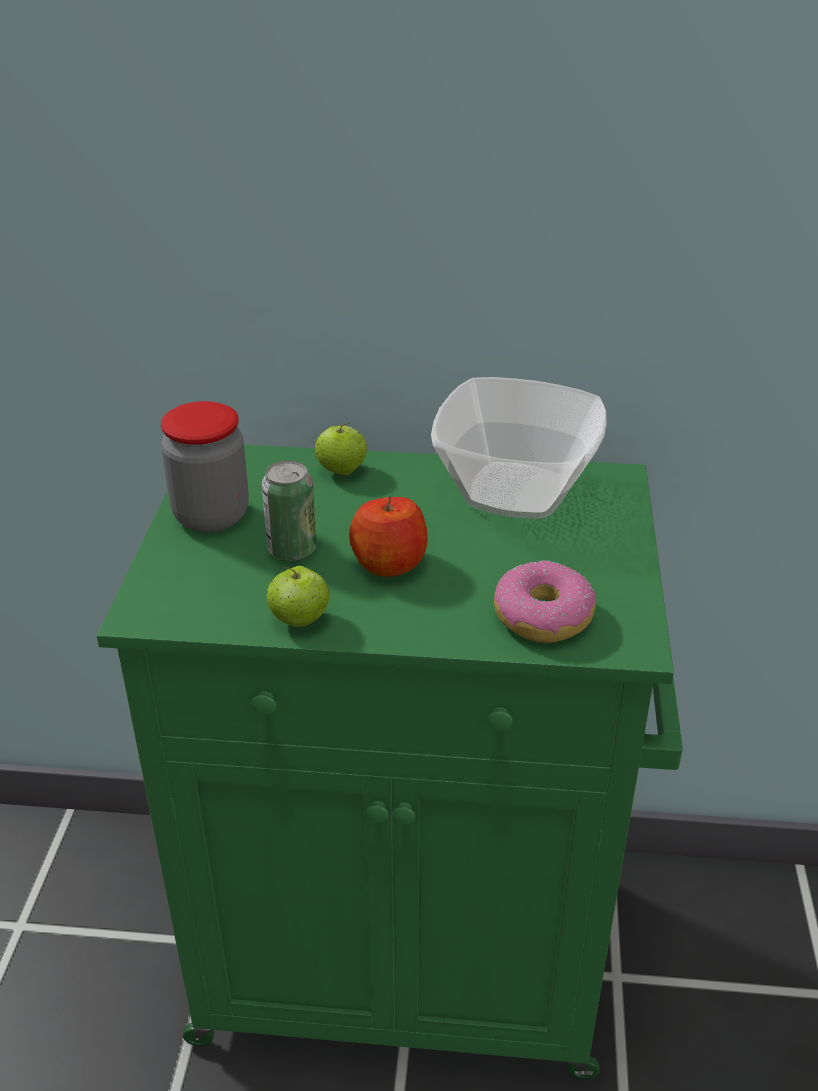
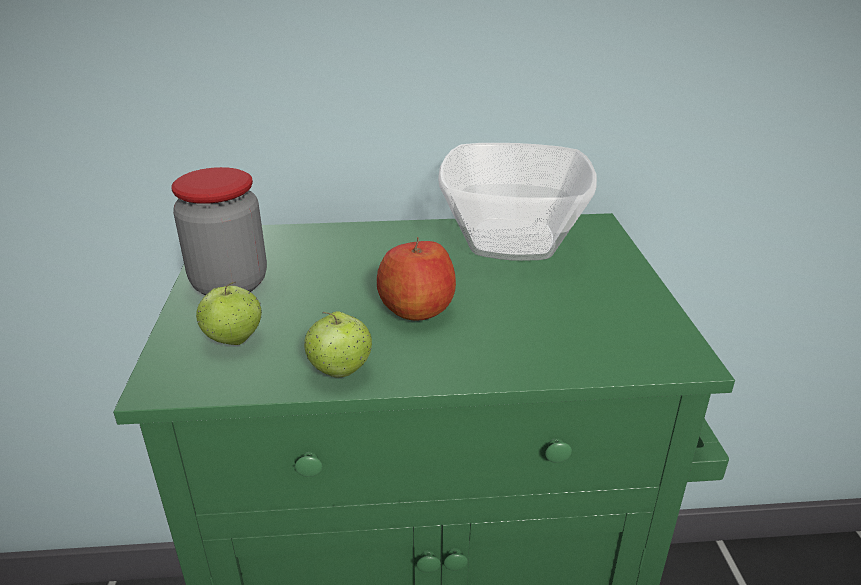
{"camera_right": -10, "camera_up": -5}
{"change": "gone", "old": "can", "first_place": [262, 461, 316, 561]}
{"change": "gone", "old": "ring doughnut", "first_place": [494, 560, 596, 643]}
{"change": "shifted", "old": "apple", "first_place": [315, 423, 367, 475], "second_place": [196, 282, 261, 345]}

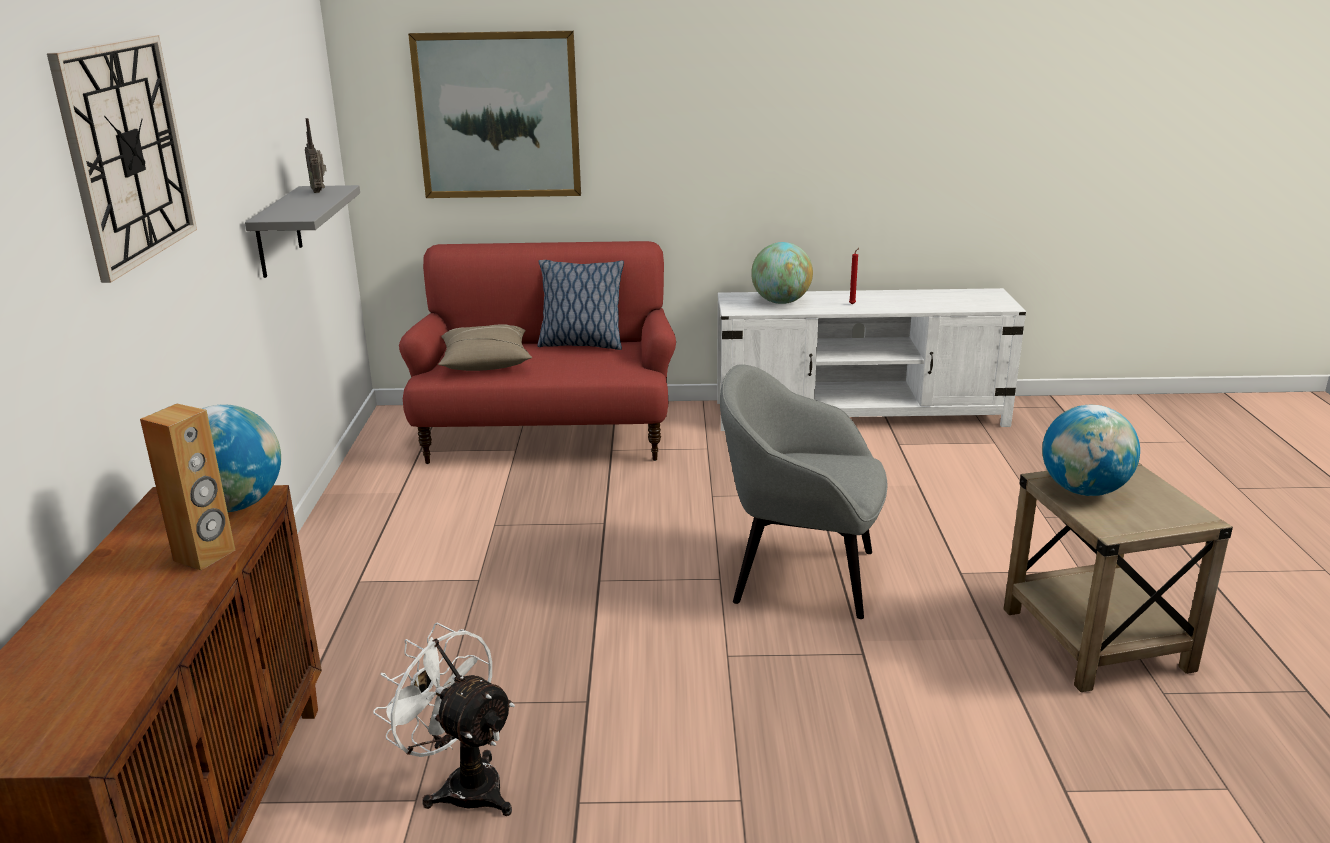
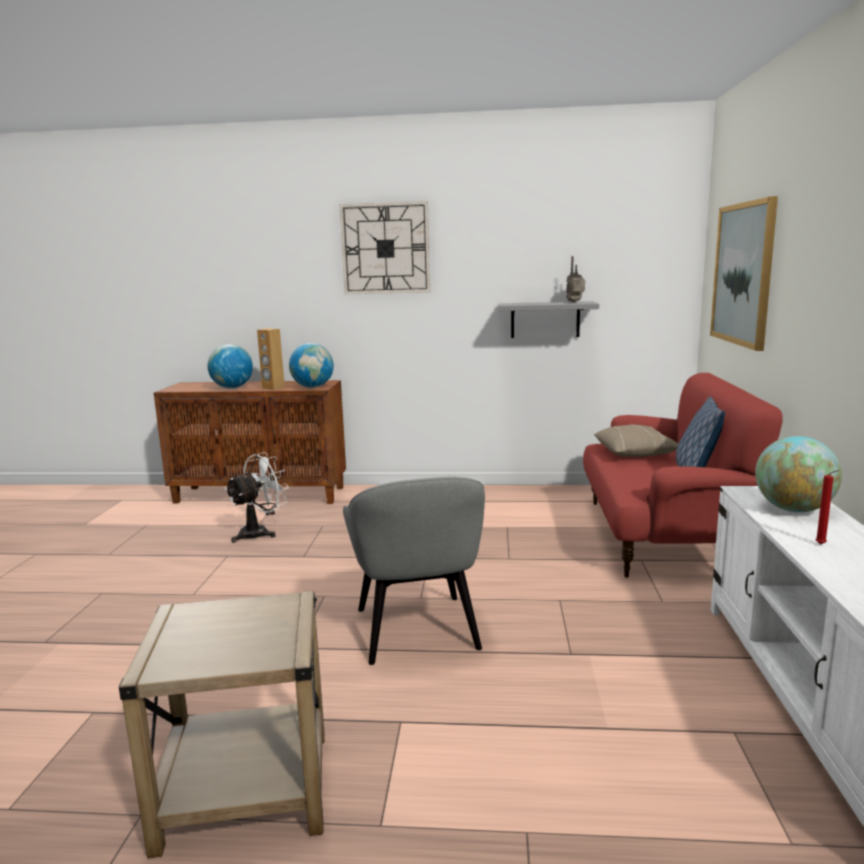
{"camera_right": 95, "camera_up": -10}
{"change": "shifted", "old": "desk globe", "first_place": [1042, 405, 1140, 496], "second_place": [207, 344, 253, 388]}
{"change": "rotated", "old": "lounge chair/grey", "first_place": [720, 364, 887, 619], "second_place": [343, 477, 485, 665], "degrees": 150}

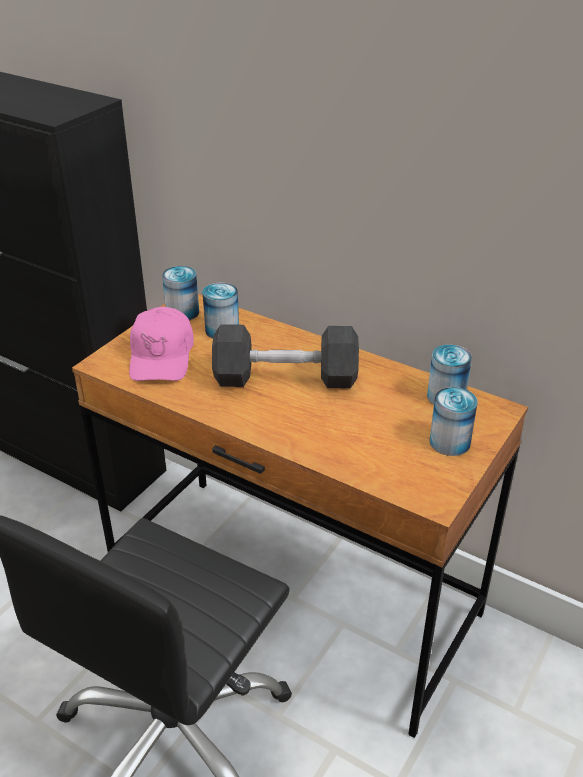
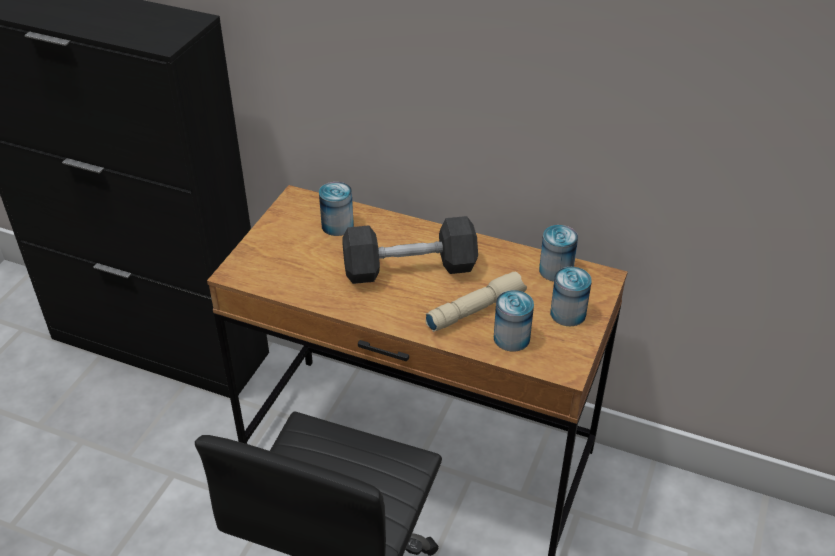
{"camera_right": -10, "camera_up": 5}
{"change": "gone", "old": "cap/pink", "first_place": [129, 307, 194, 381]}
{"change": "new", "new": "torch/sand-coloured", "second_place": [425, 272, 527, 332]}
{"change": "shifted", "old": "can", "first_place": [162, 266, 199, 320], "second_place": [494, 290, 534, 352]}

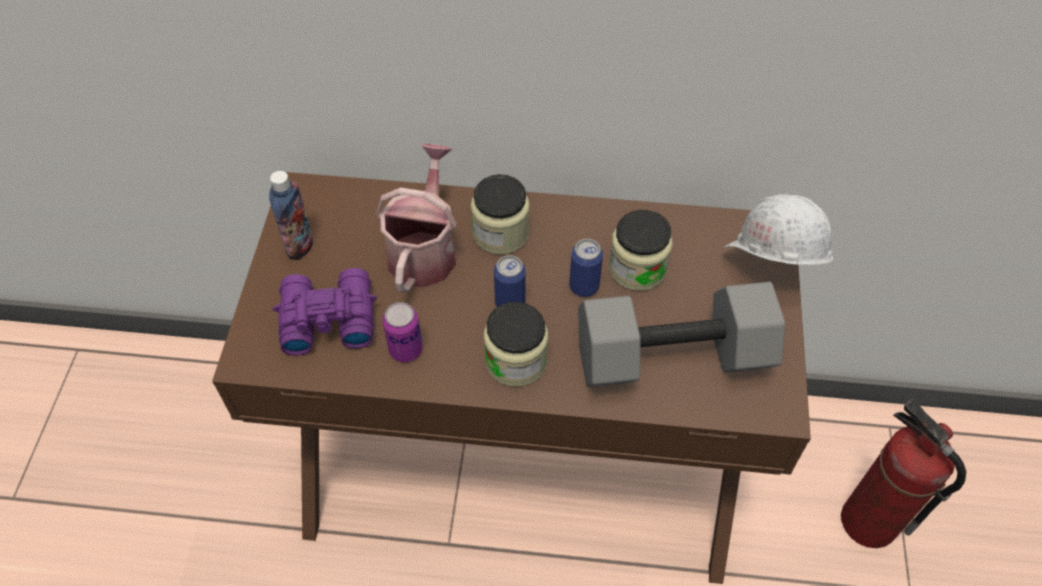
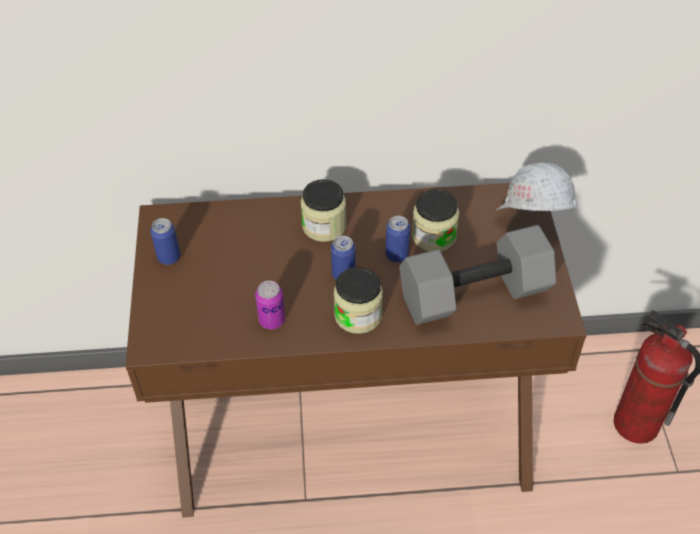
{"camera_right": -10, "camera_up": -5}
{"change": "gone", "old": "binoculars/purple-coloured", "first_place": [273, 268, 377, 356]}
{"change": "gone", "old": "watering pot", "first_place": [376, 144, 457, 293]}
{"change": "swapped", "old": "drink bottle", "new": "can", "first_place": [269, 171, 313, 260], "second_place": [150, 218, 180, 265]}

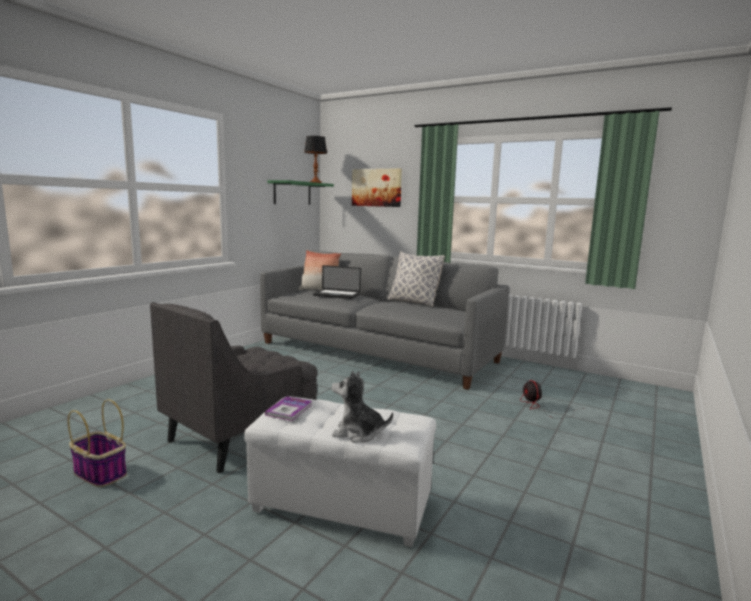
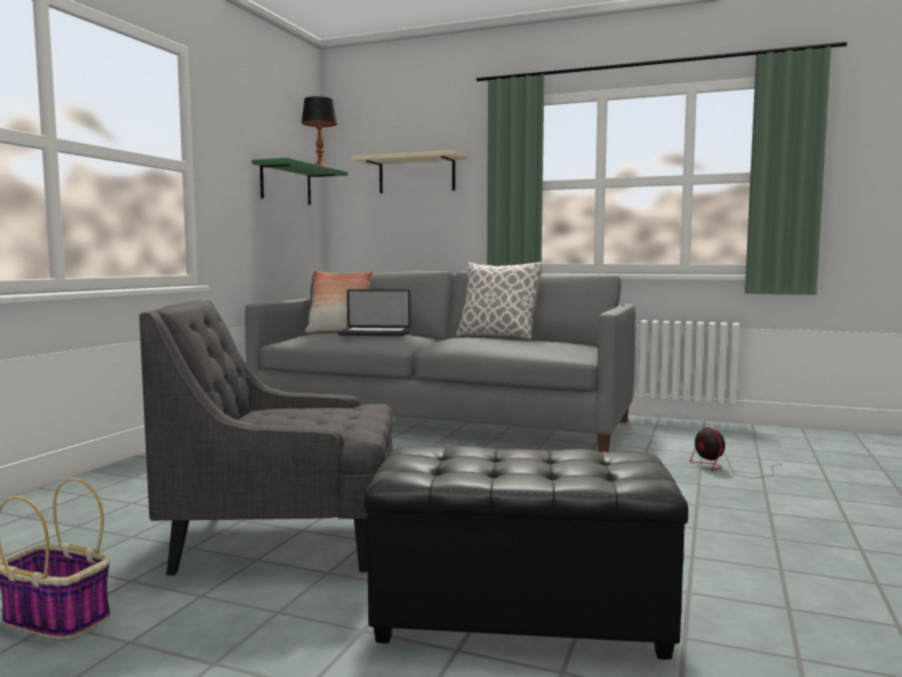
{"camera_right": -10, "camera_up": -5}
{"change": "gone", "old": "bound book", "first_place": [265, 396, 312, 421]}
{"change": "gone", "old": "plush toy", "first_place": [332, 371, 393, 443]}
{"change": "swapped", "old": "wall picture", "new": "wall shelf/sand-coloured", "first_place": [352, 168, 402, 207], "second_place": [351, 150, 467, 193]}
{"change": "repainted", "old": "ottoman/white-coloured", "new": "ottoman/black", "first_place": [244, 396, 436, 547], "second_place": [364, 446, 688, 660]}
{"change": "rotated", "old": "lounge chair/grey", "first_place": [150, 302, 317, 473], "second_place": [139, 301, 394, 575], "degrees": 60}

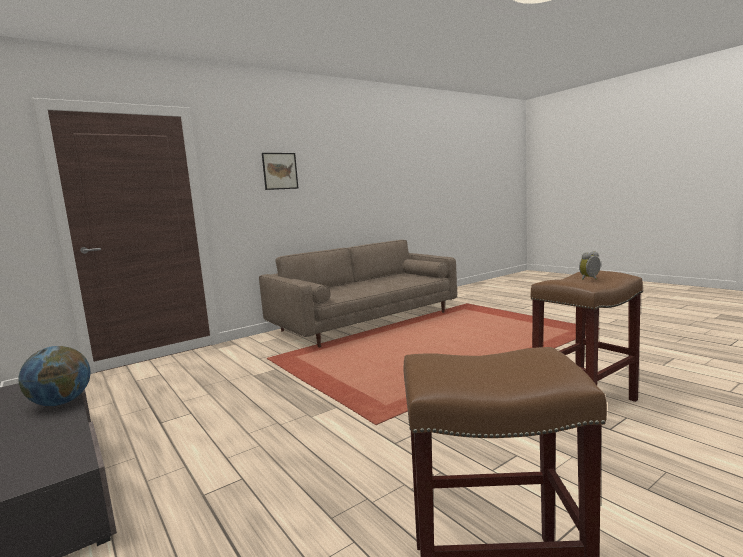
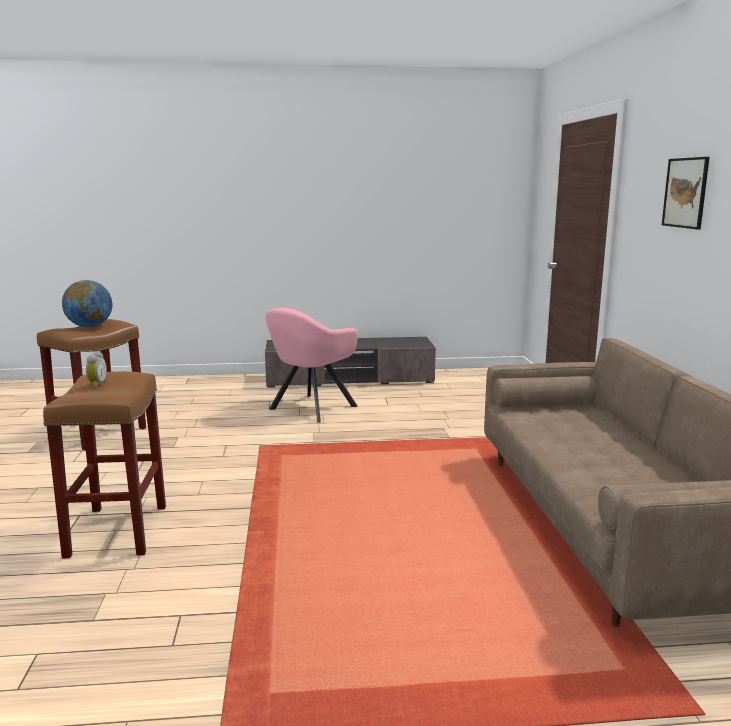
{"camera_right": 120, "camera_up": 5}
{"change": "new", "new": "lounge chair/pink", "second_place": [266, 308, 358, 423]}
{"change": "shifted", "old": "desk globe", "first_place": [18, 346, 90, 406], "second_place": [62, 280, 112, 327]}

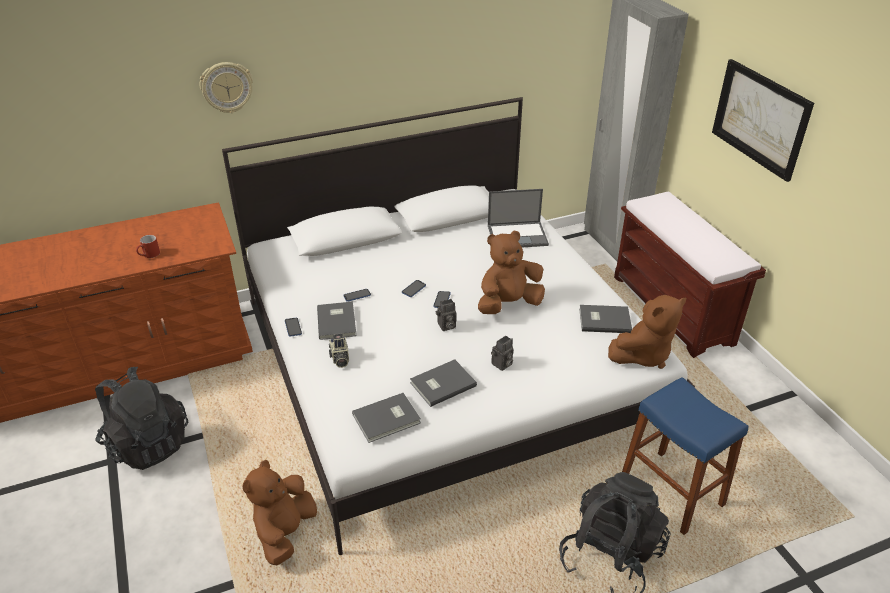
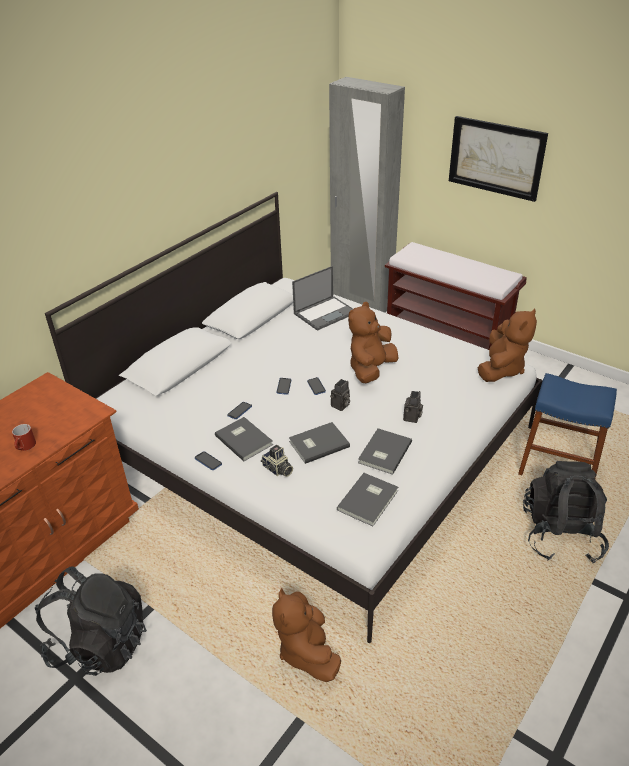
{"camera_right": -30, "camera_up": 0}
{"change": "gone", "old": "wall clock", "first_place": [200, 62, 253, 113]}
{"change": "shifted", "old": "bound book/grey", "first_place": [579, 305, 632, 333], "second_place": [289, 422, 350, 464]}

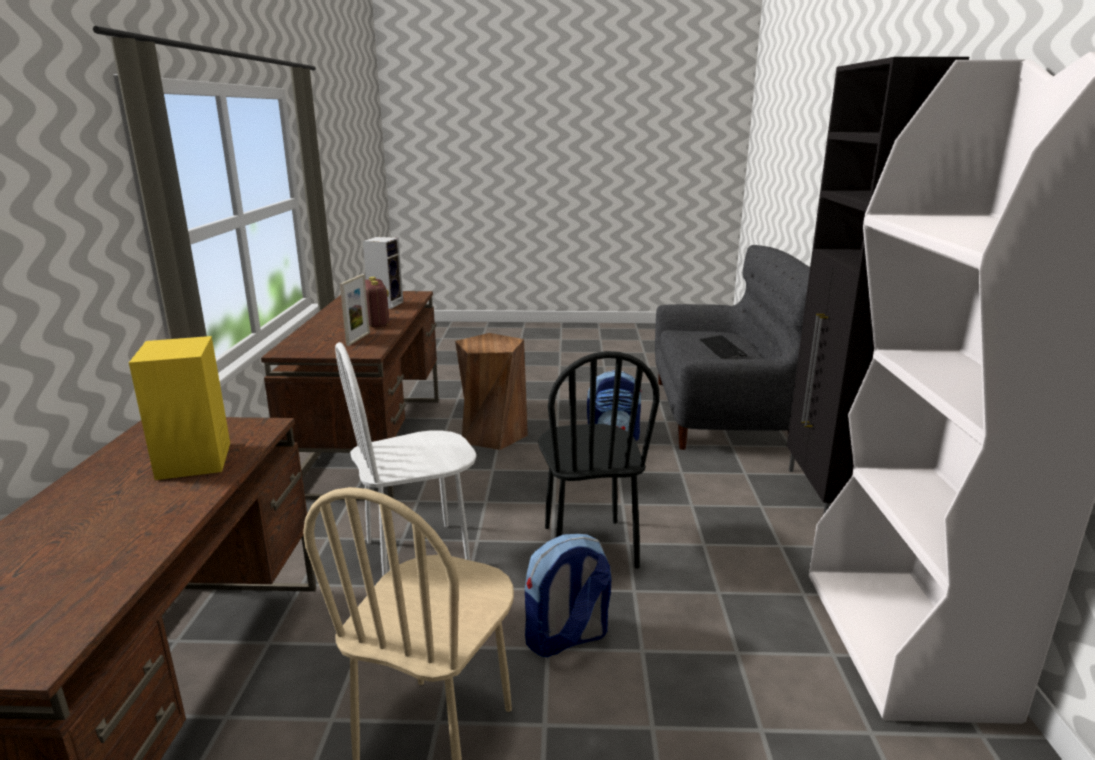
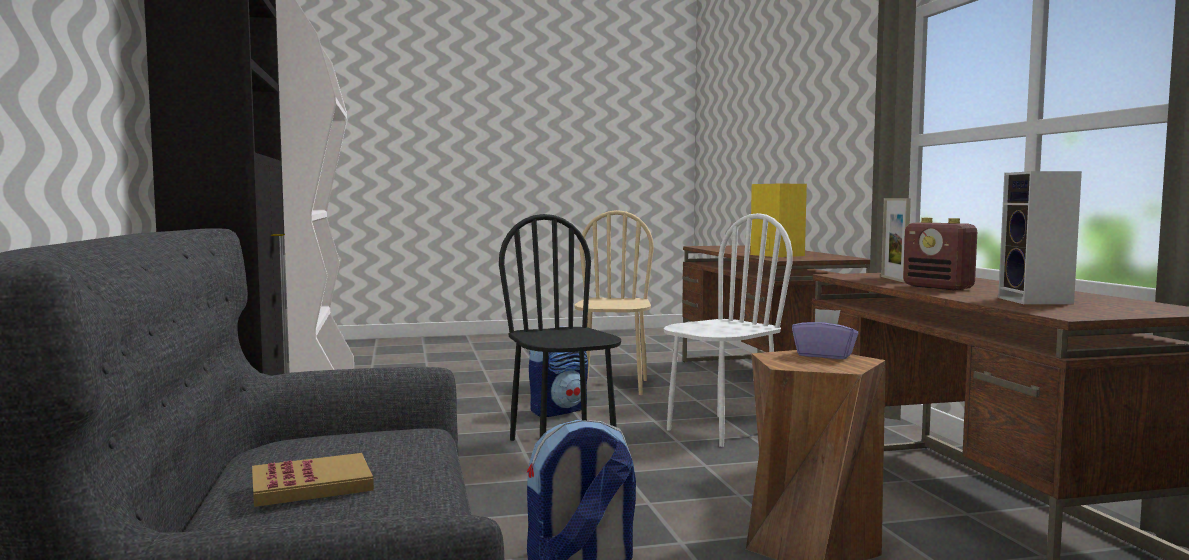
{"camera_right": 165, "camera_up": -15}
{"change": "new", "new": "tissue holder/purple-coloured", "second_place": [792, 309, 859, 359]}
{"change": "swapped", "old": "keyboard", "new": "bound book", "first_place": [699, 335, 748, 359], "second_place": [252, 453, 374, 507]}

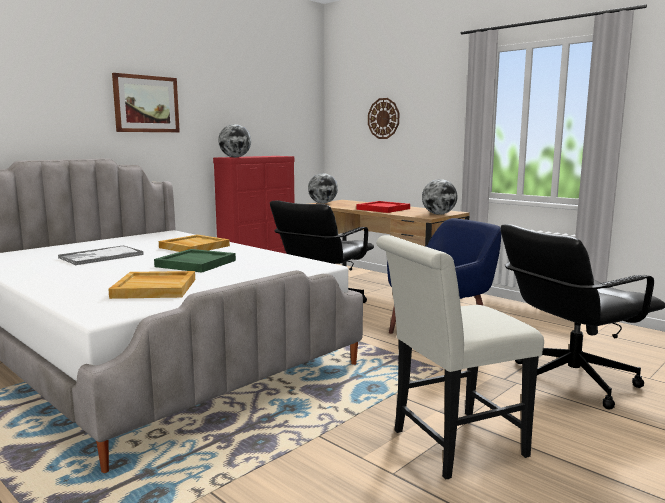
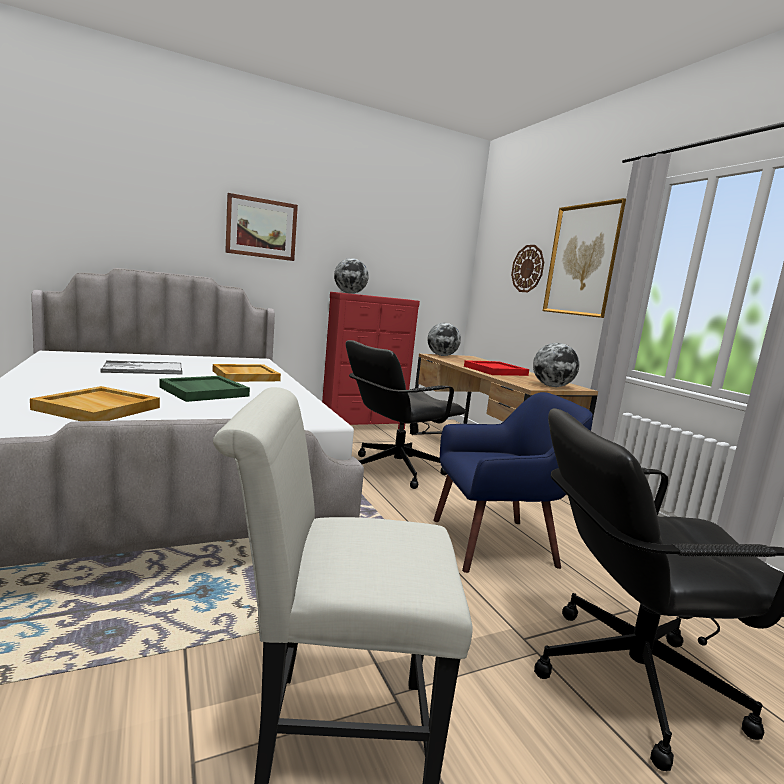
{"camera_right": 20, "camera_up": 0}
{"change": "new", "new": "wall picture", "second_place": [543, 198, 626, 318]}

